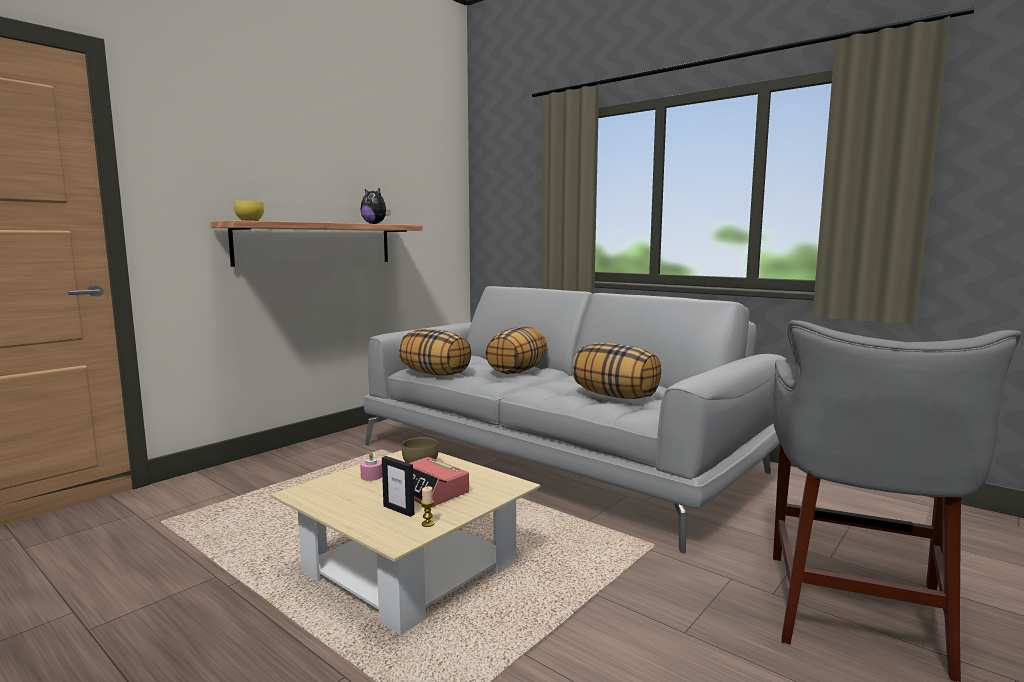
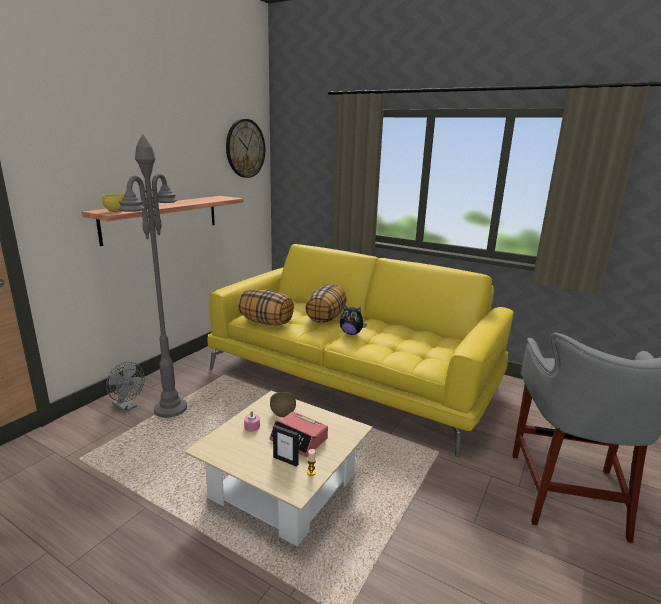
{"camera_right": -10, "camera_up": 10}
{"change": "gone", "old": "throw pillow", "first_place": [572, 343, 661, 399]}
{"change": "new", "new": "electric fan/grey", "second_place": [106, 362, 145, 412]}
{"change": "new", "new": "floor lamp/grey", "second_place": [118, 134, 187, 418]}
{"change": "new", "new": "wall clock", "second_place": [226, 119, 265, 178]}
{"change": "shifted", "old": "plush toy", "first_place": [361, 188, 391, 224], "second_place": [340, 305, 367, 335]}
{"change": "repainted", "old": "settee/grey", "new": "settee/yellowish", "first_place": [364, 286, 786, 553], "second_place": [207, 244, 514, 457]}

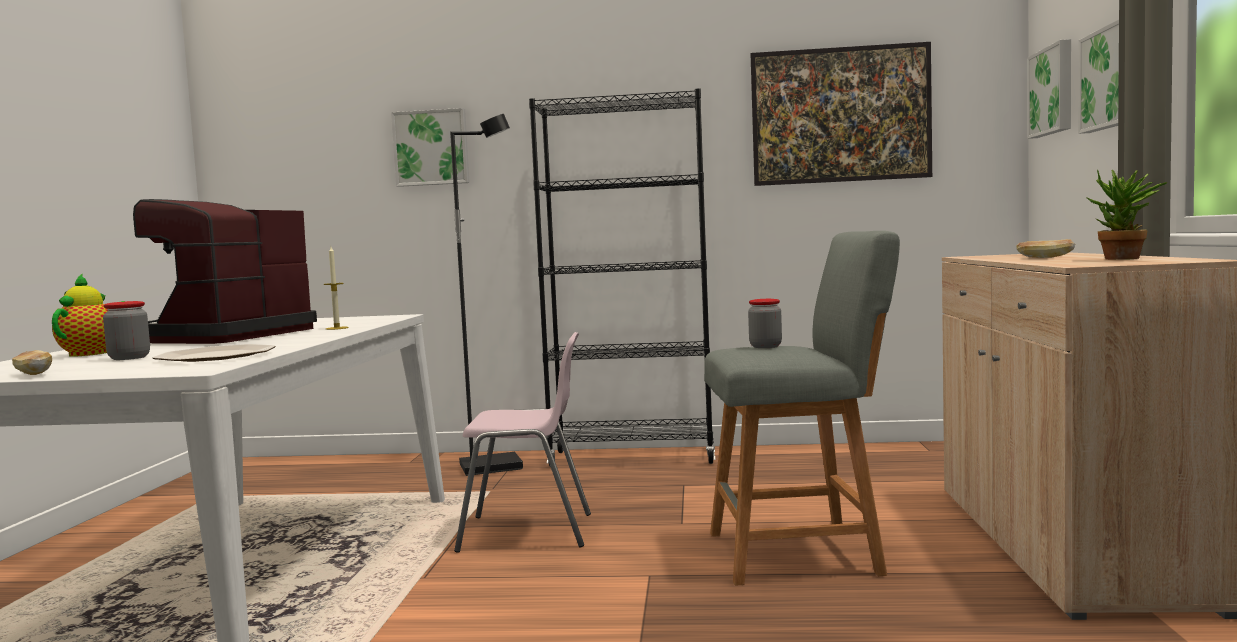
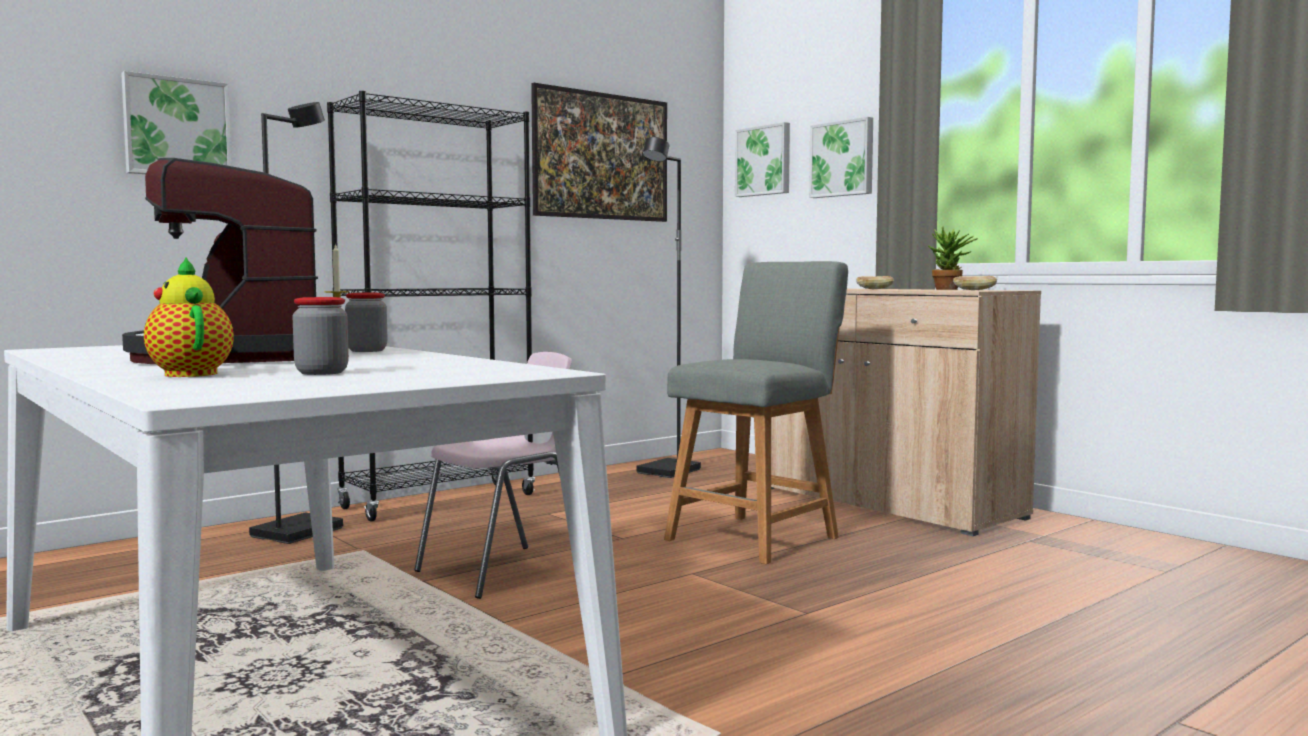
{"camera_right": -45, "camera_up": 0}
{"change": "gone", "old": "dinner plate", "first_place": [152, 344, 276, 362]}
{"change": "new", "new": "floor lamp/black", "second_place": [636, 137, 701, 478]}
{"change": "shifted", "old": "baked bread", "first_place": [12, 350, 52, 375], "second_place": [953, 276, 997, 290]}
{"change": "shifted", "old": "storage jar", "first_place": [748, 299, 782, 348], "second_place": [345, 293, 387, 352]}

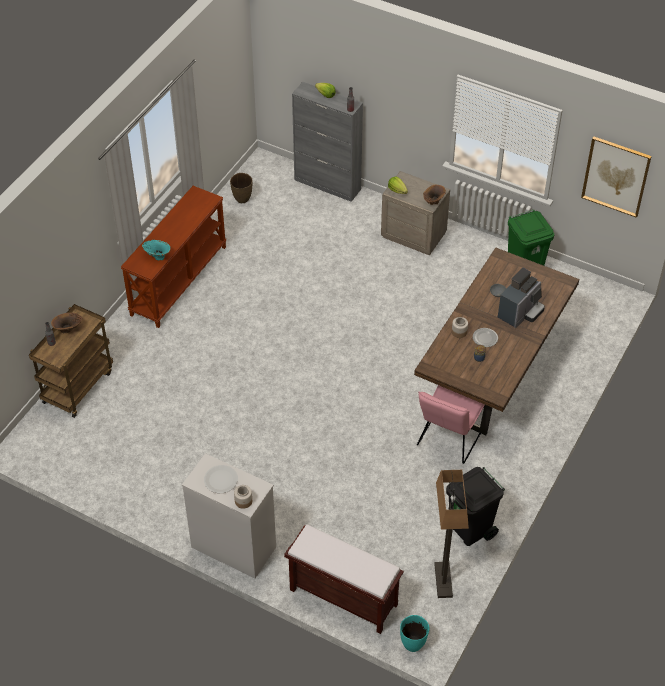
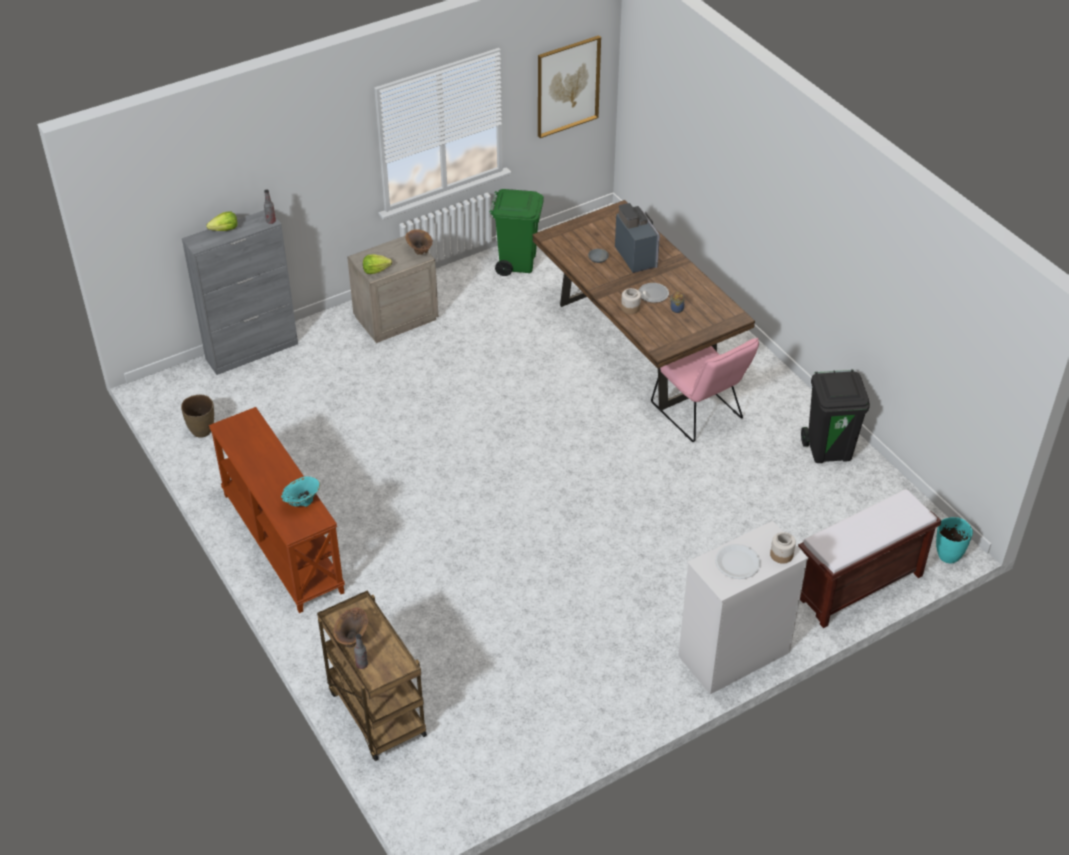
{"camera_right": -60, "camera_up": -5}
{"change": "gone", "old": "floor lamp", "first_place": [434, 470, 469, 598]}

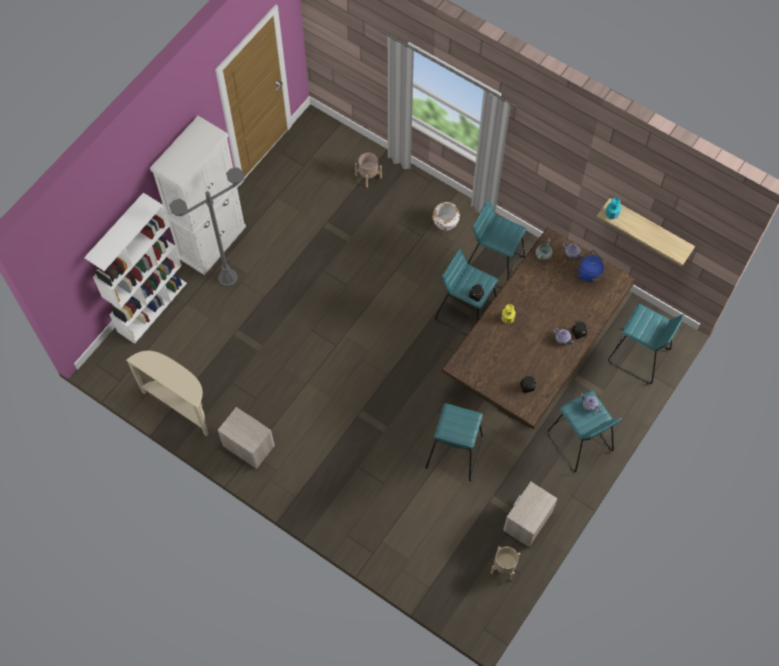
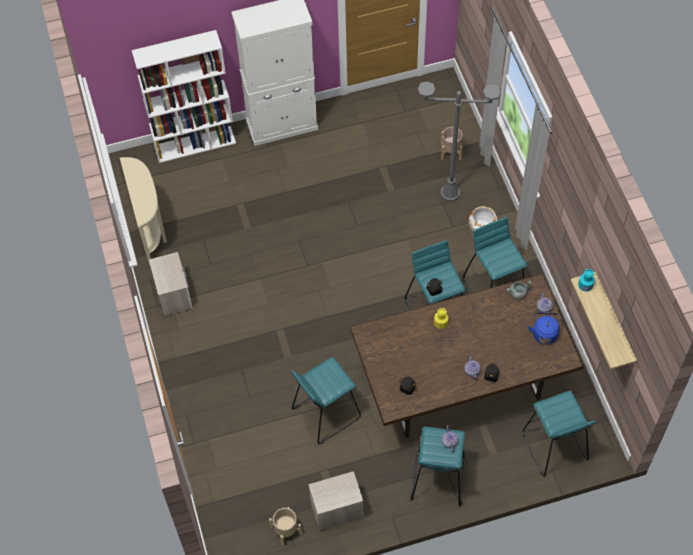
{"camera_right": 40, "camera_up": -5}
{"change": "shifted", "old": "floor lamp/grey", "first_place": [169, 167, 244, 287], "second_place": [418, 82, 501, 201]}

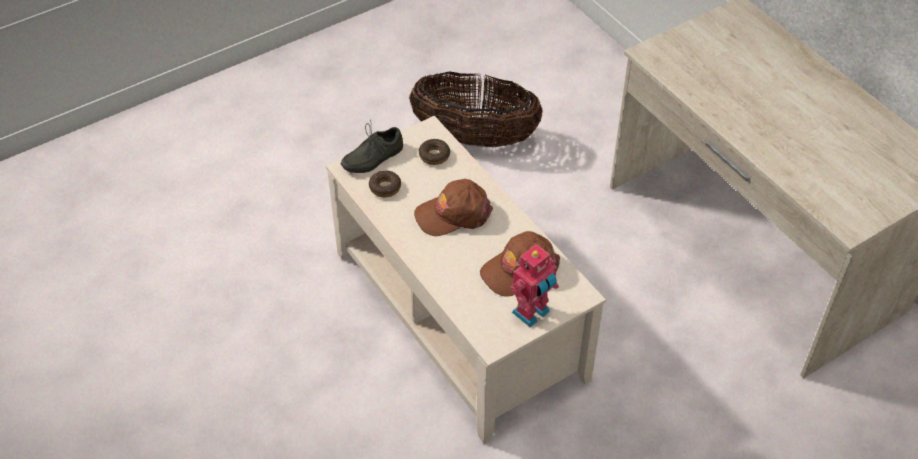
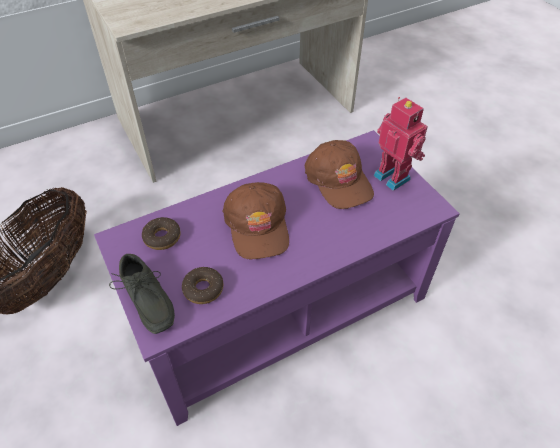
{"camera_right": -85, "camera_up": 0}
{"change": "repainted", "old": "lounge table/sand-coloured", "new": "lounge table/purple-coloured", "first_place": [326, 116, 606, 444], "second_place": [94, 130, 460, 426]}

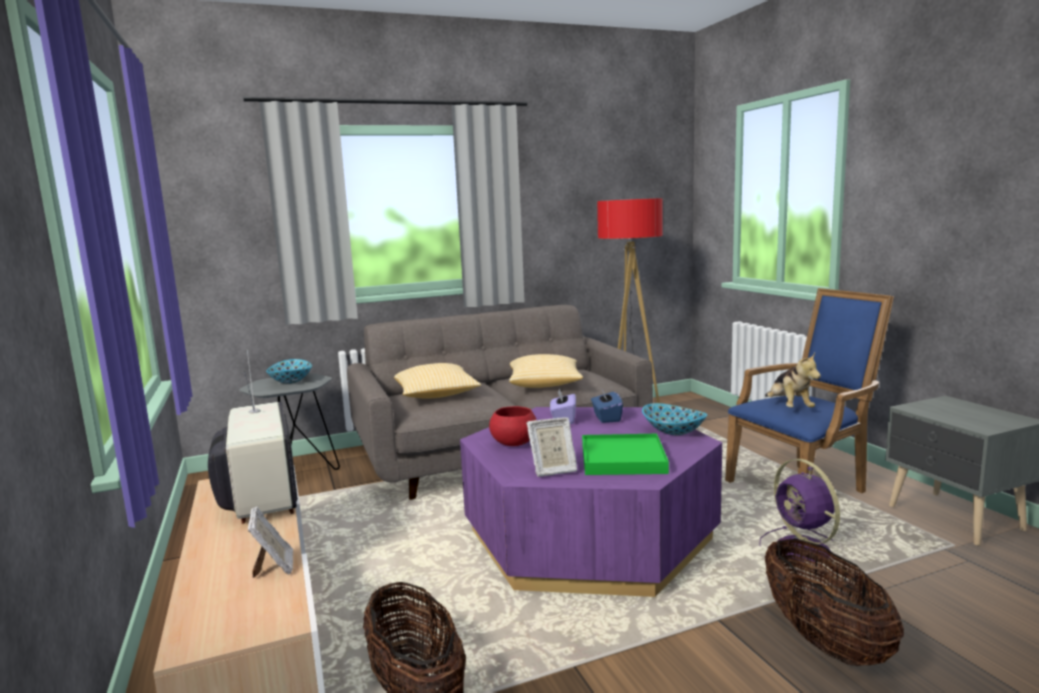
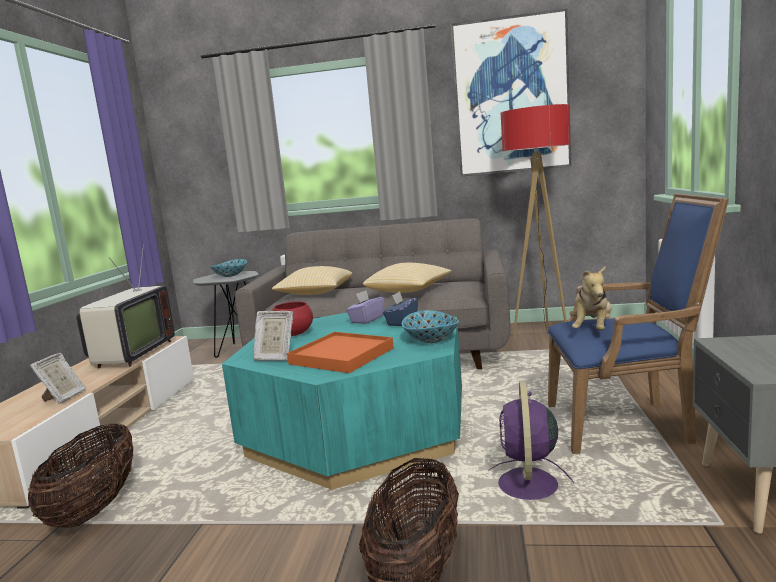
{"camera_right": 30, "camera_up": 0}
{"change": "new", "new": "wall picture", "second_place": [451, 8, 571, 177]}
{"change": "repainted", "old": "lounge table/purple-coloured", "new": "lounge table/blue-green", "first_place": [460, 407, 722, 597], "second_place": [222, 313, 462, 490]}
{"change": "repainted", "old": "serving tray/green-coloured", "new": "serving tray/orangey", "first_place": [582, 434, 669, 475], "second_place": [287, 332, 394, 373]}

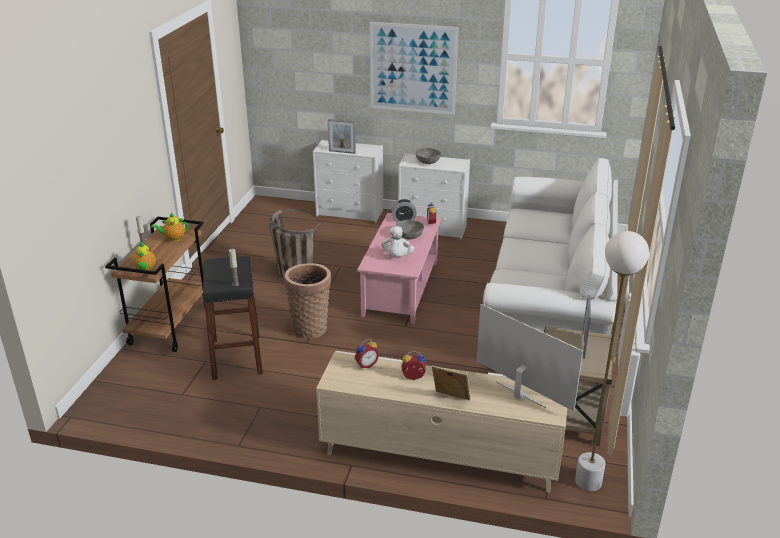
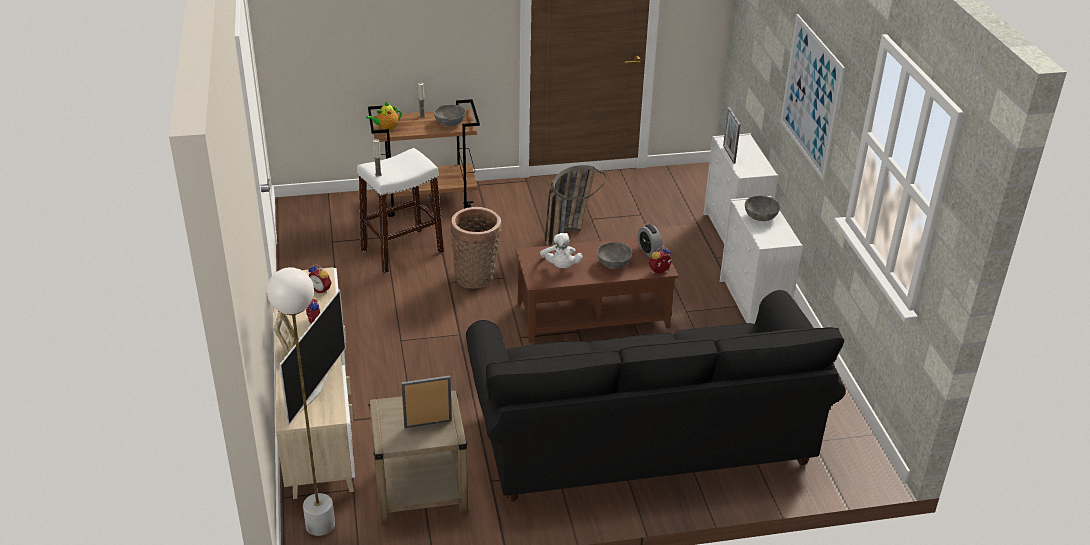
{"camera_right": 65, "camera_up": 5}
{"change": "swapped", "old": "teapot", "new": "deep dish/grey", "first_place": [151, 213, 189, 242], "second_place": [434, 104, 465, 126]}
{"change": "repainted", "old": "sitting stool/black", "new": "sitting stool/white-coloured", "first_place": [203, 256, 263, 380], "second_place": [357, 148, 444, 273]}
{"change": "repainted", "old": "lounge table/pink", "new": "lounge table/brownish", "first_place": [357, 213, 441, 324], "second_place": [515, 238, 678, 343]}
{"change": "repainted", "old": "settee/white-coloured", "new": "settee/black", "first_place": [483, 157, 618, 335], "second_place": [466, 290, 846, 502]}
{"change": "rotated", "old": "plush toy/white-coloured", "first_place": [381, 226, 414, 257], "second_place": [540, 233, 583, 268], "degrees": -75}

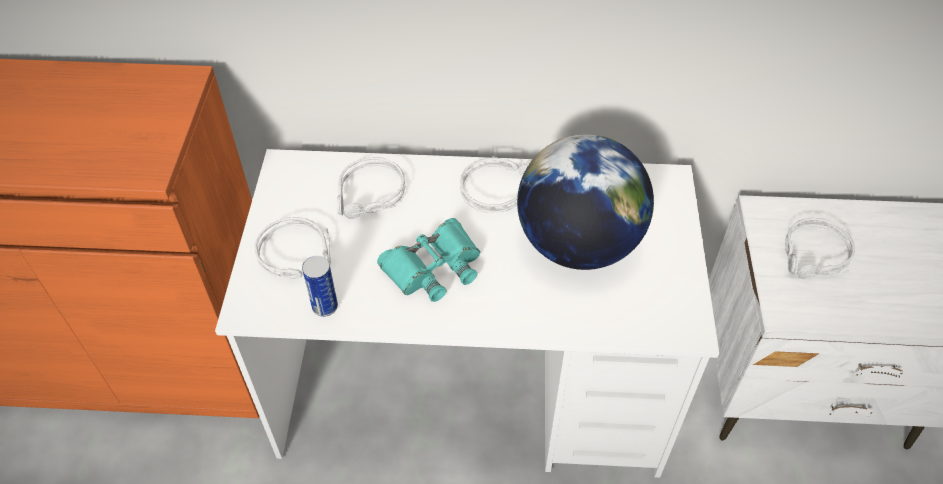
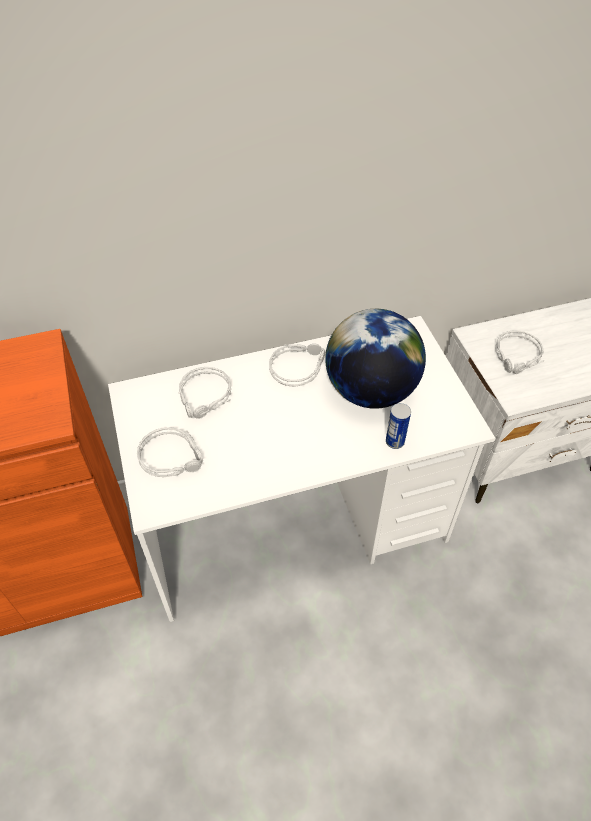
{"camera_right": -20, "camera_up": 0}
{"change": "gone", "old": "binoculars/blue-green", "first_place": [377, 218, 480, 302]}
{"change": "shifted", "old": "can", "first_place": [302, 256, 338, 317], "second_place": [386, 403, 411, 449]}

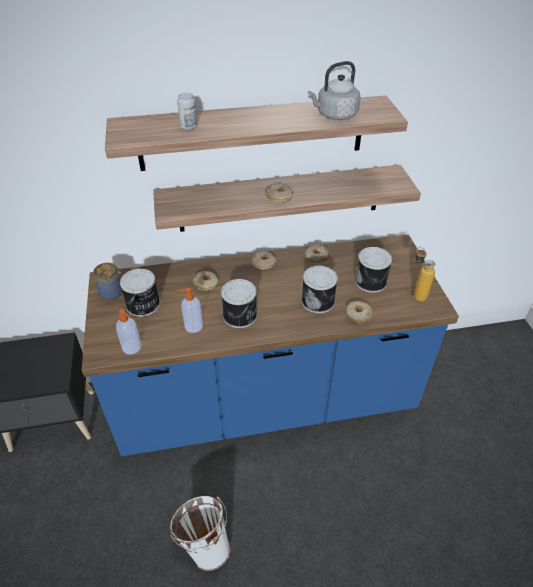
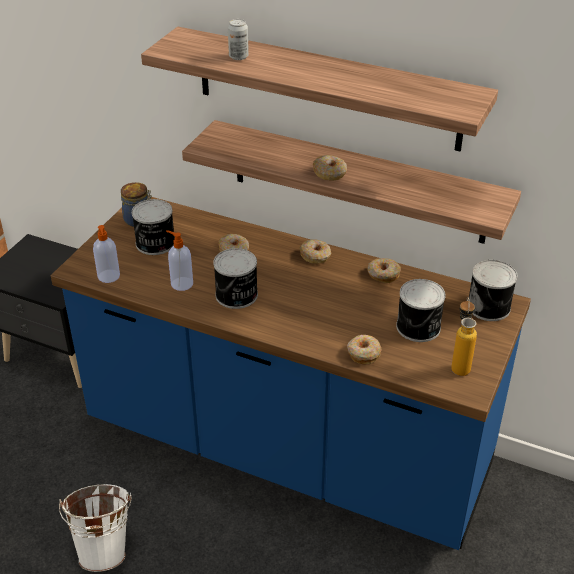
{"camera_right": 35, "camera_up": -5}
{"change": "gone", "old": "kettle/grey", "first_place": [308, 61, 361, 120]}
{"change": "shifted", "old": "can", "first_place": [301, 265, 338, 313], "second_place": [469, 260, 517, 321]}

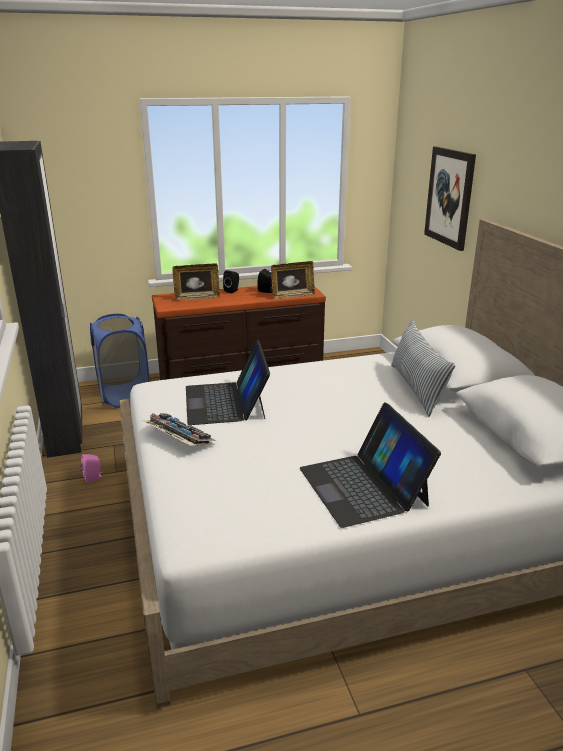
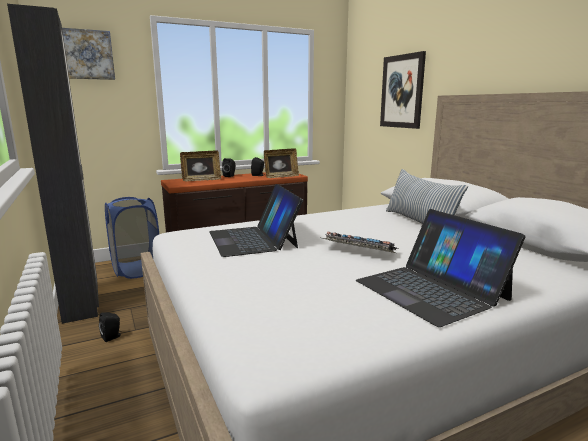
{"camera_right": -10, "camera_up": -10}
{"change": "new", "new": "wall picture", "second_place": [62, 28, 115, 80]}
{"change": "shifted", "old": "keyboard", "first_place": [142, 413, 216, 446], "second_place": [322, 232, 398, 253]}
{"change": "repainted", "old": "loudspeaker/pink", "new": "loudspeaker/black", "first_place": [81, 454, 102, 483], "second_place": [99, 312, 122, 342]}

